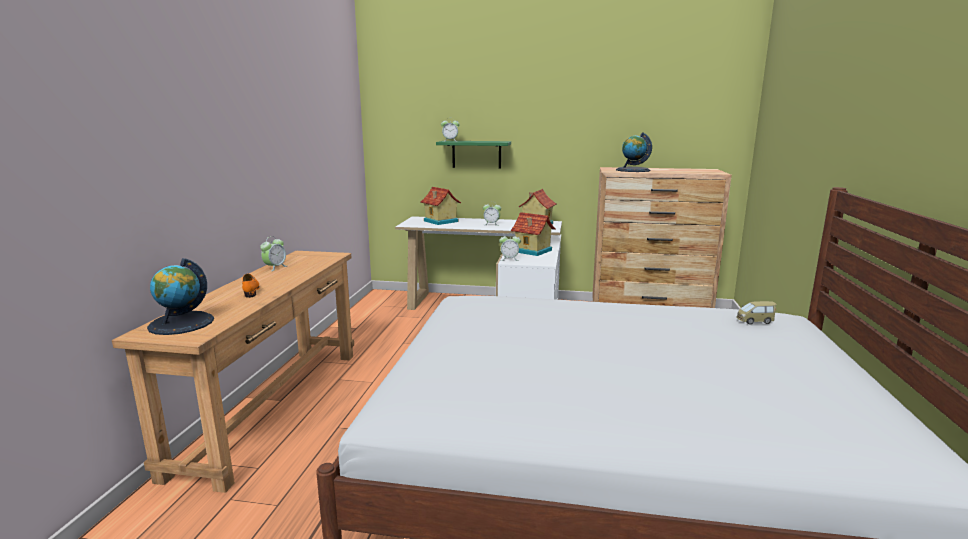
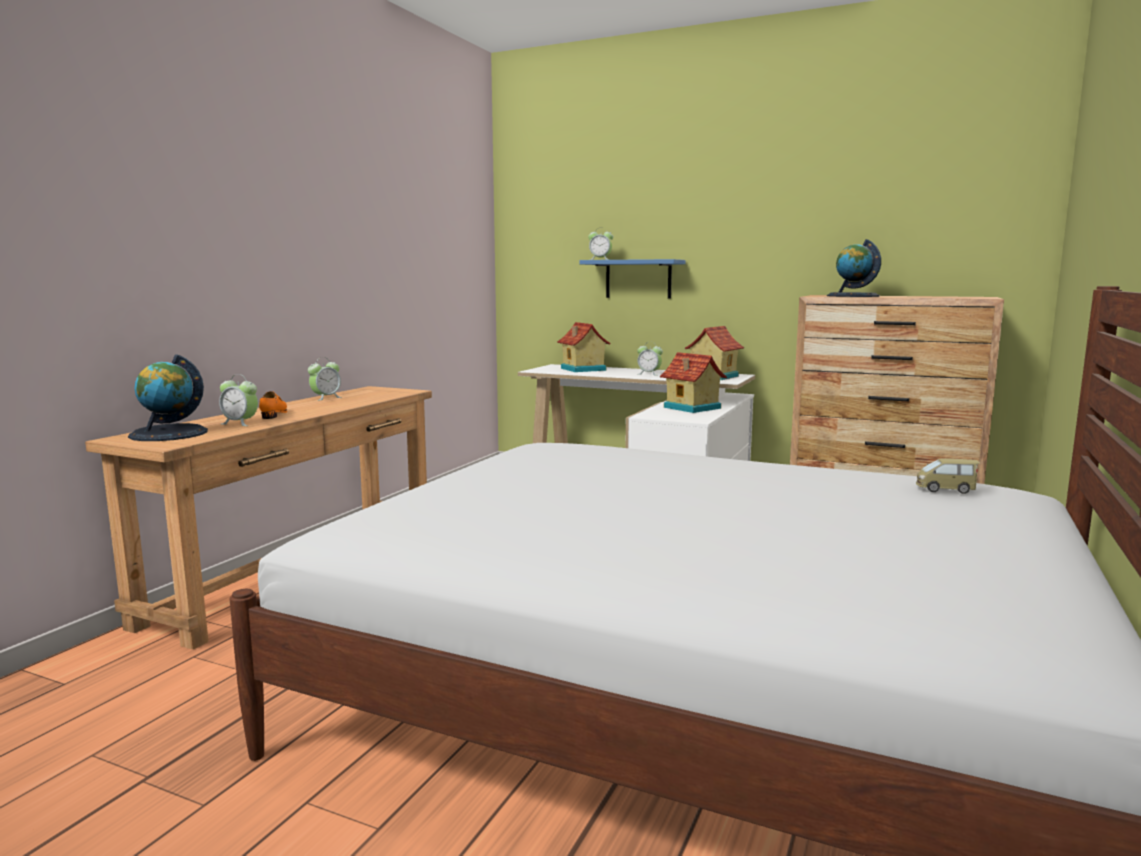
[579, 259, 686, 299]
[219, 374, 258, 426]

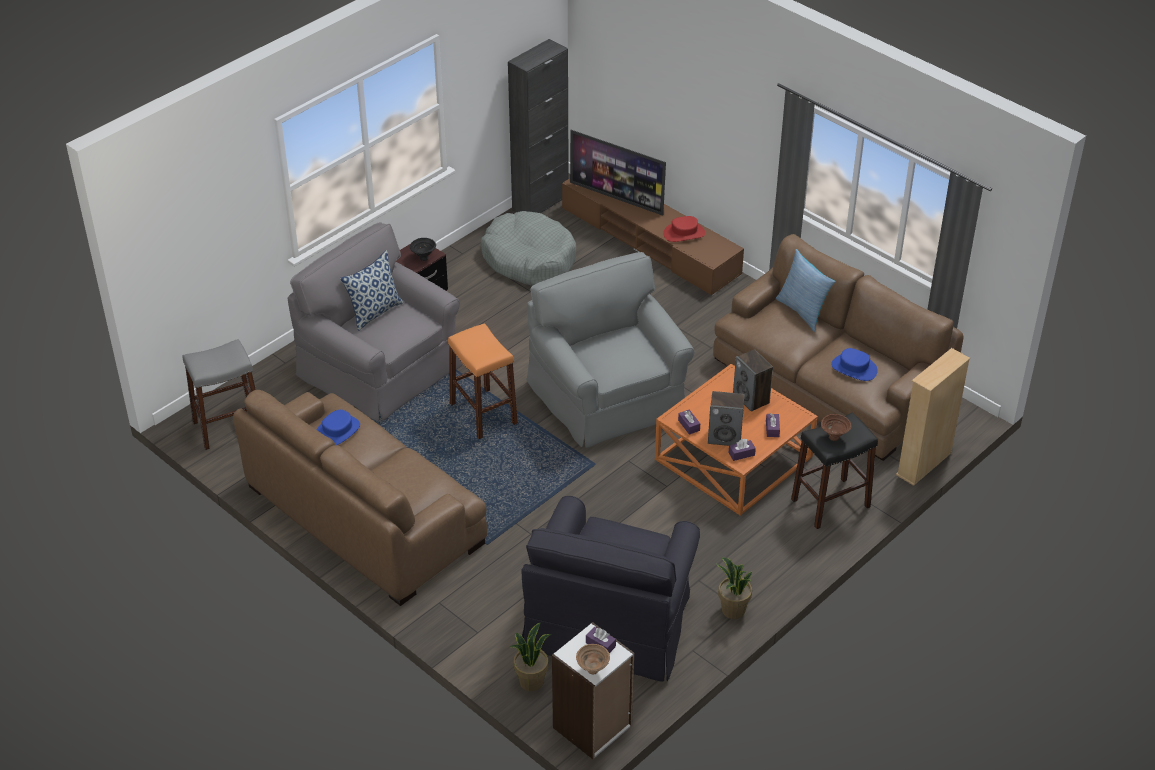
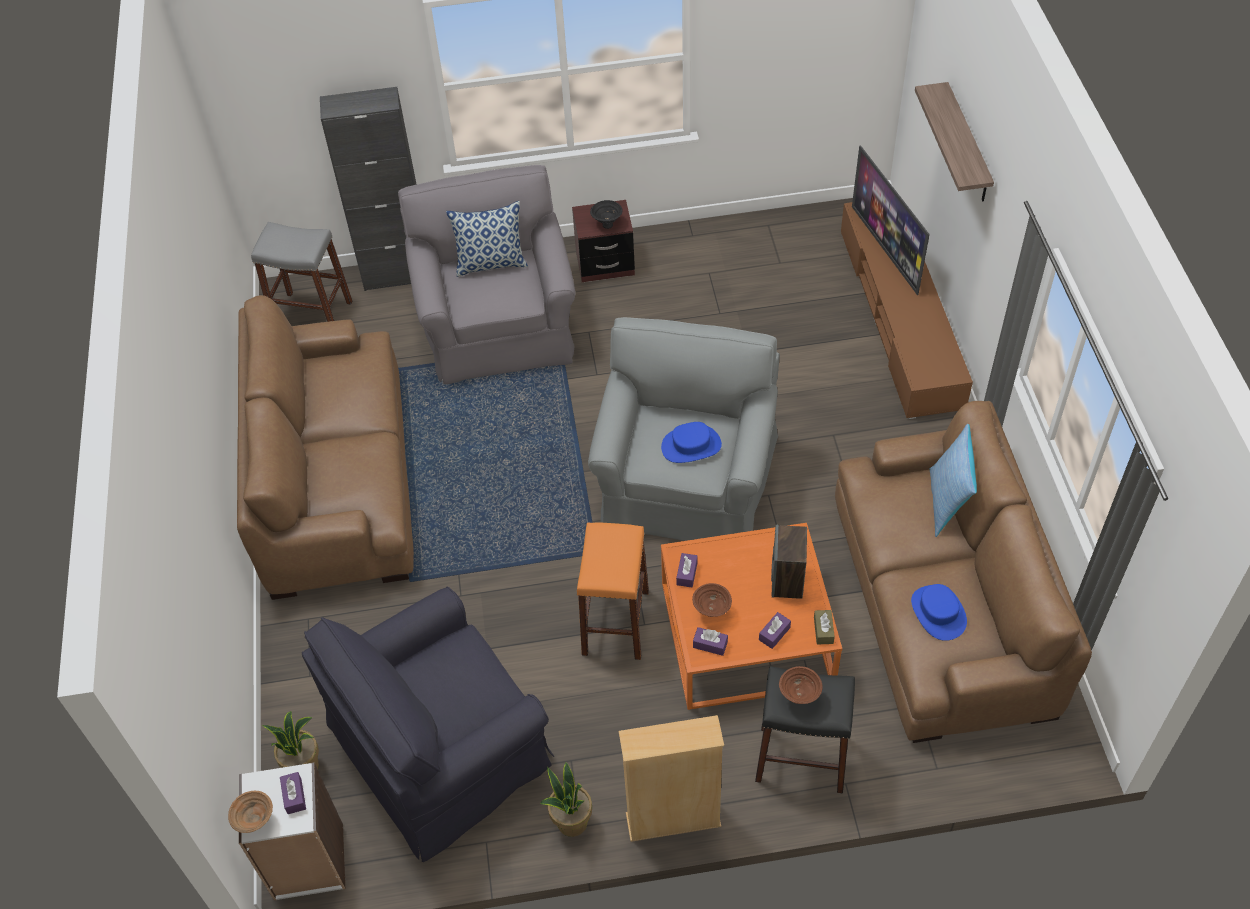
[320, 87, 417, 291]
[481, 211, 576, 286] (first image)
[663, 216, 705, 242] (first image)
[577, 522, 649, 660]
[619, 715, 724, 842]
[692, 583, 732, 617]
[661, 422, 722, 463]
[915, 82, 994, 202]
[814, 610, 835, 644]

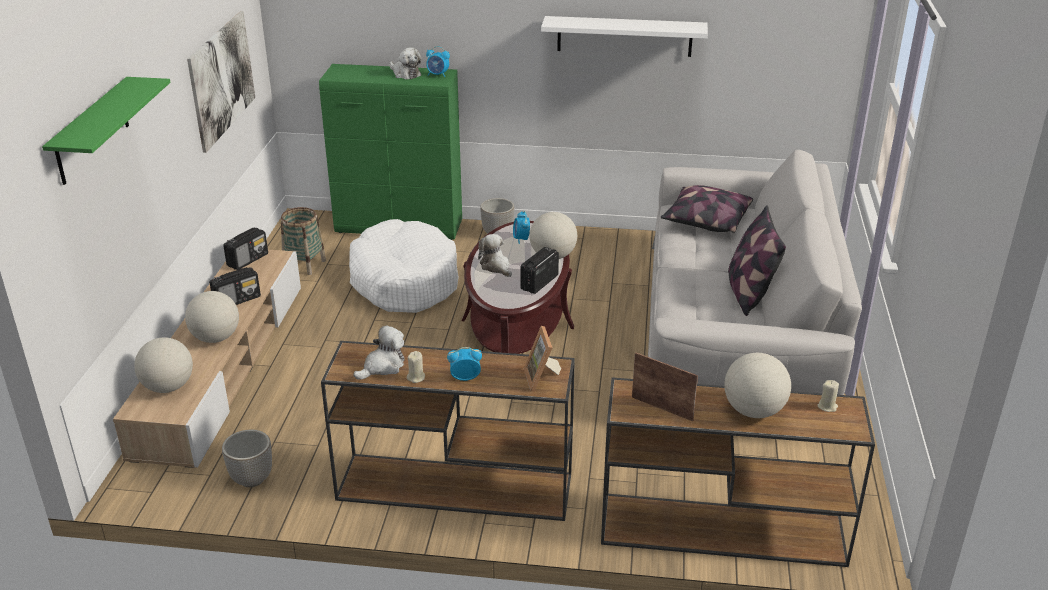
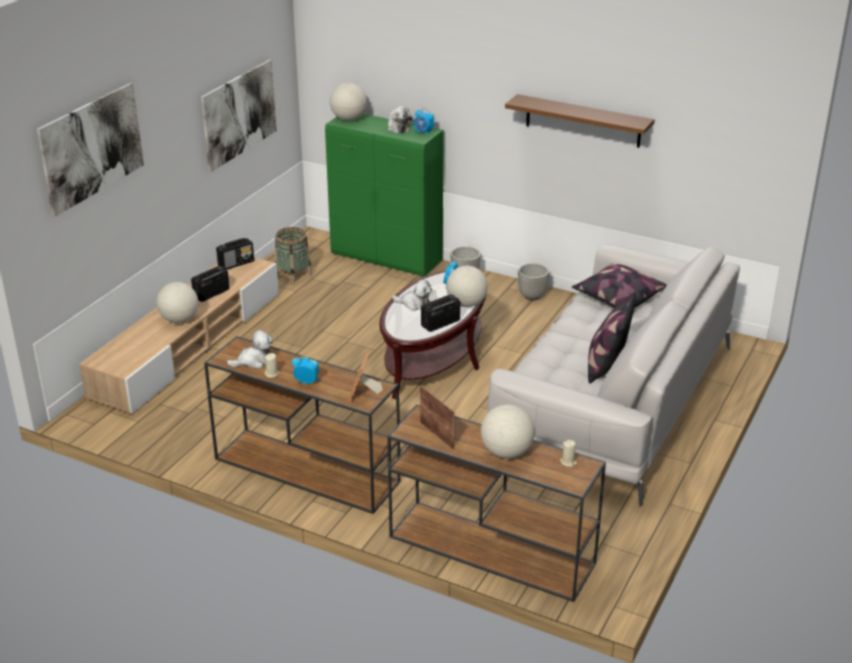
[505, 94, 654, 148]
[37, 83, 144, 217]
[349, 219, 459, 313] (first image)
[392, 280, 432, 311]
[191, 266, 230, 302]
[330, 83, 367, 121]
[518, 263, 549, 300]

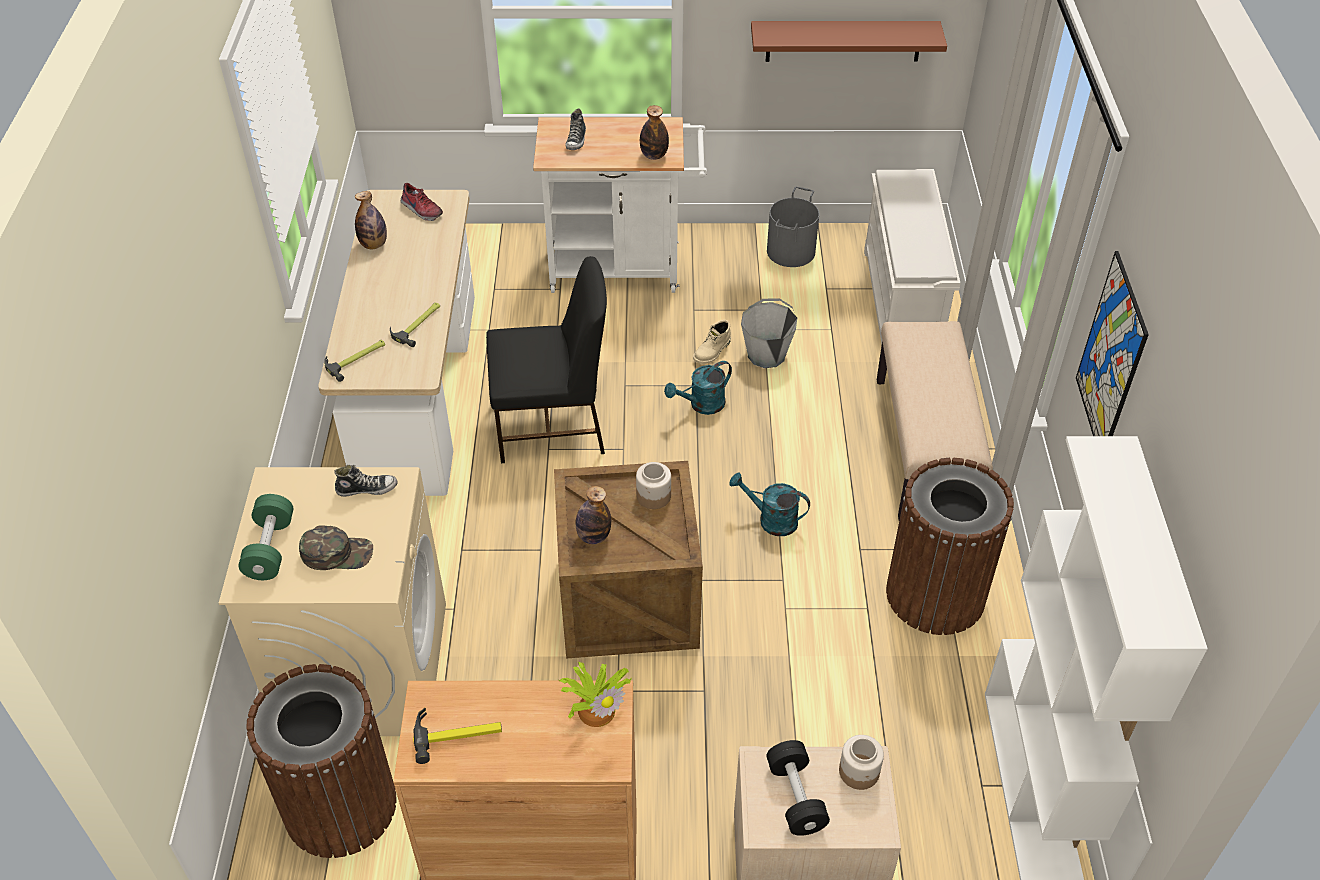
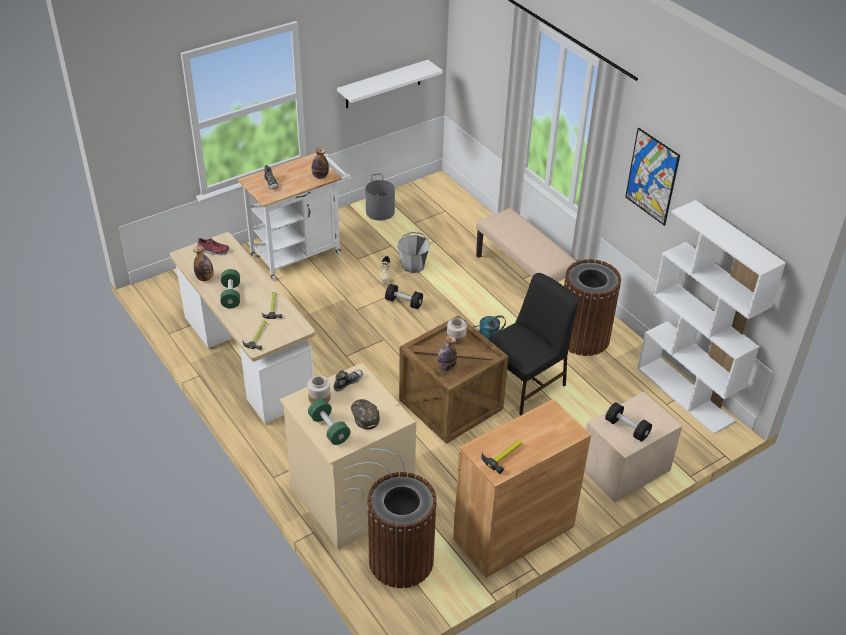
[337, 60, 443, 108]
[864, 169, 960, 344] (first image)
[487, 273, 578, 415]
[385, 284, 423, 309]
[351, 399, 380, 430]
[560, 662, 632, 727] (first image)
[308, 376, 331, 403]
[221, 269, 240, 309]

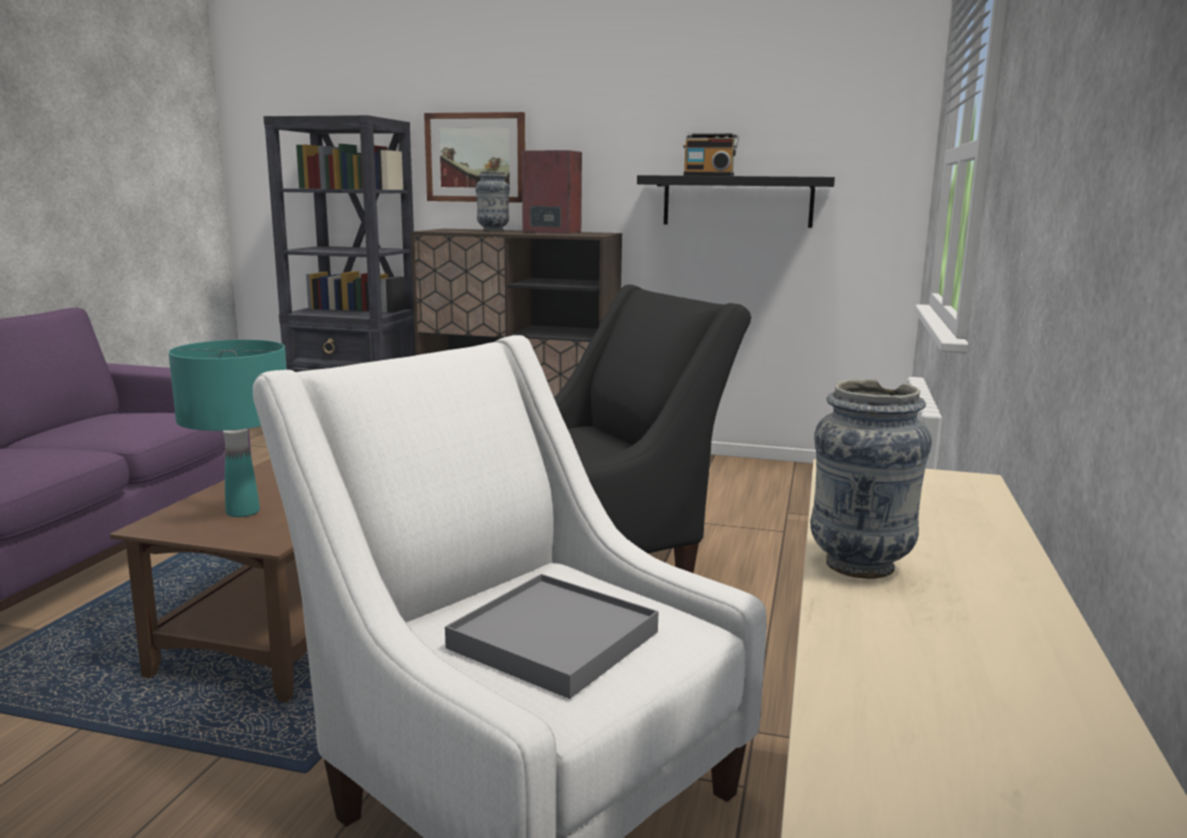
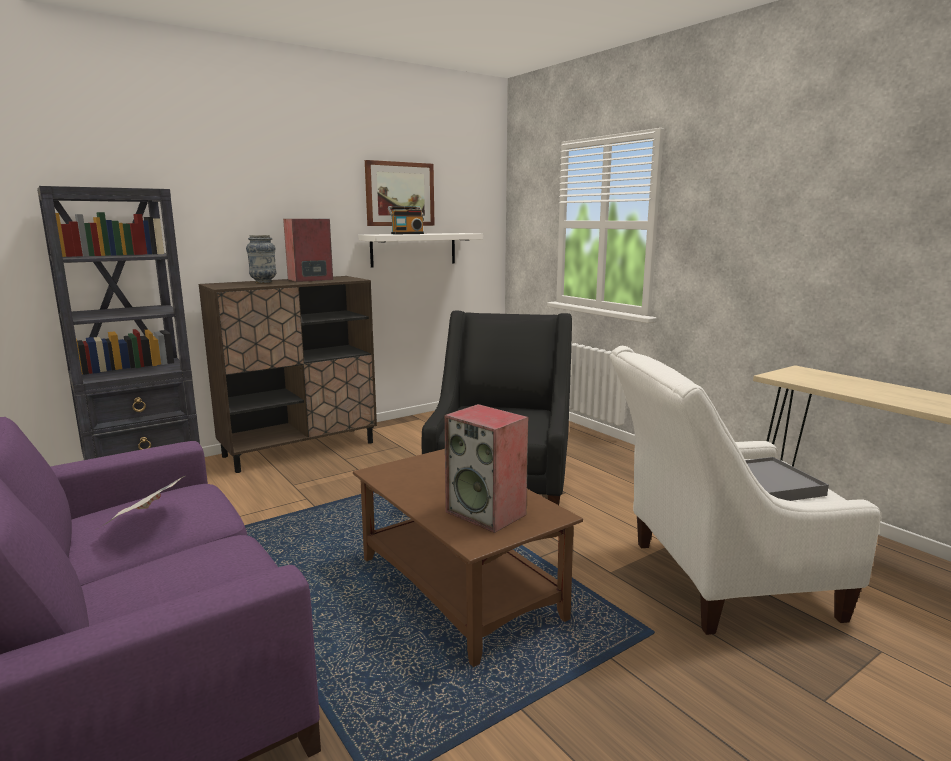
[365, 160, 435, 226]
[358, 233, 483, 268]
[444, 404, 528, 533]
[810, 379, 932, 579] (first image)
[95, 476, 185, 530]

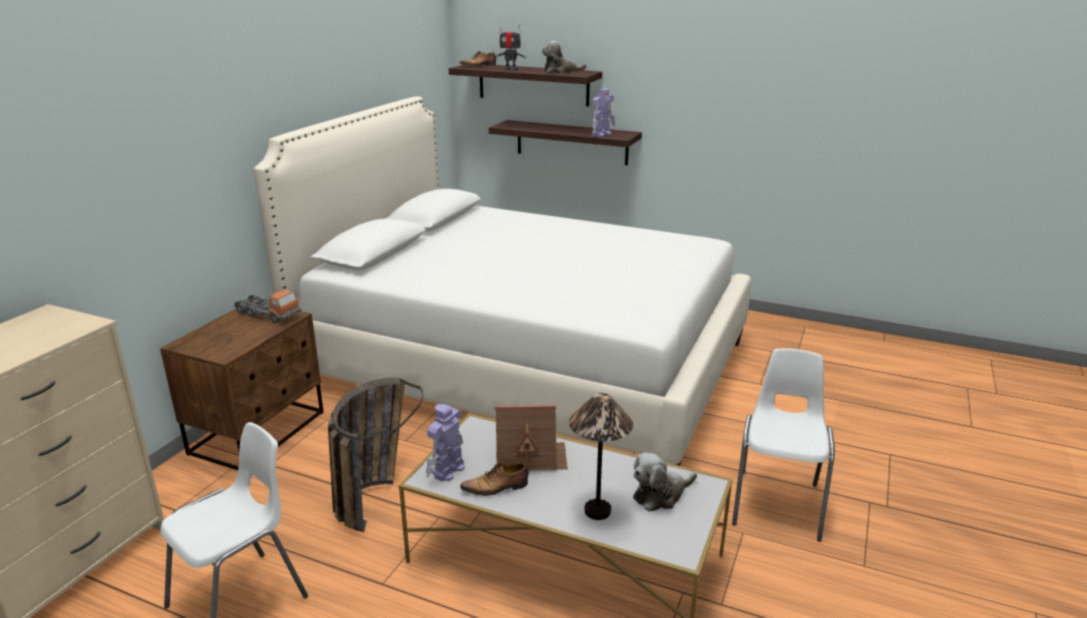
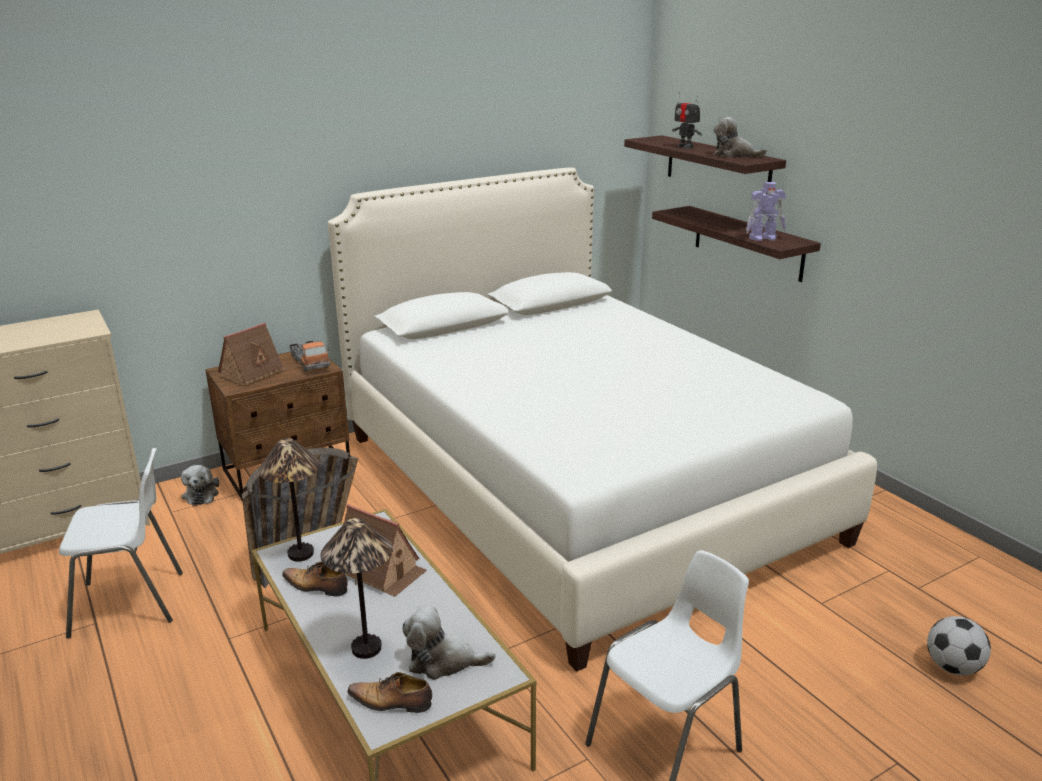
[348, 672, 432, 713]
[258, 438, 321, 561]
[218, 323, 289, 386]
[181, 465, 219, 506]
[927, 616, 991, 675]

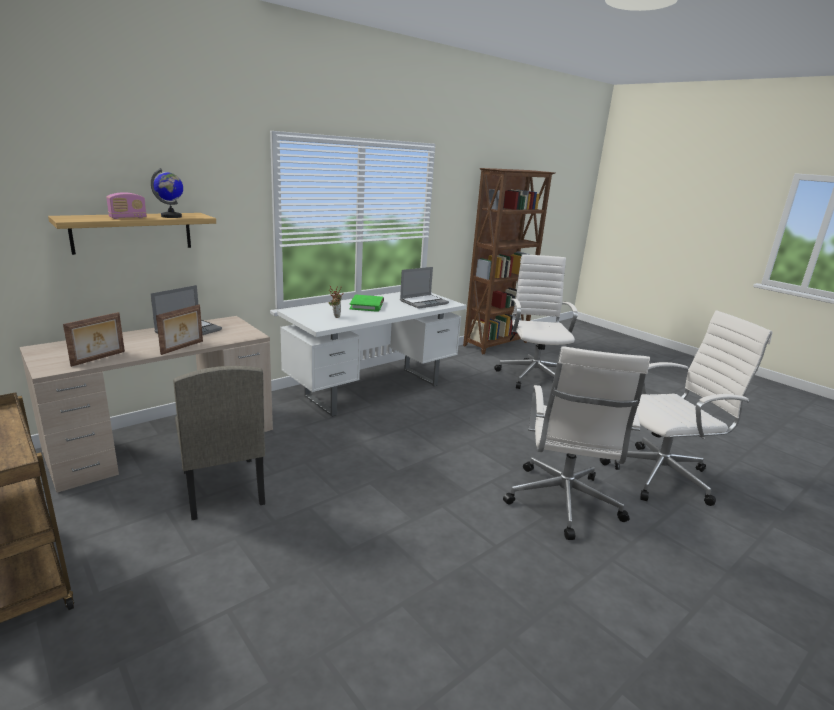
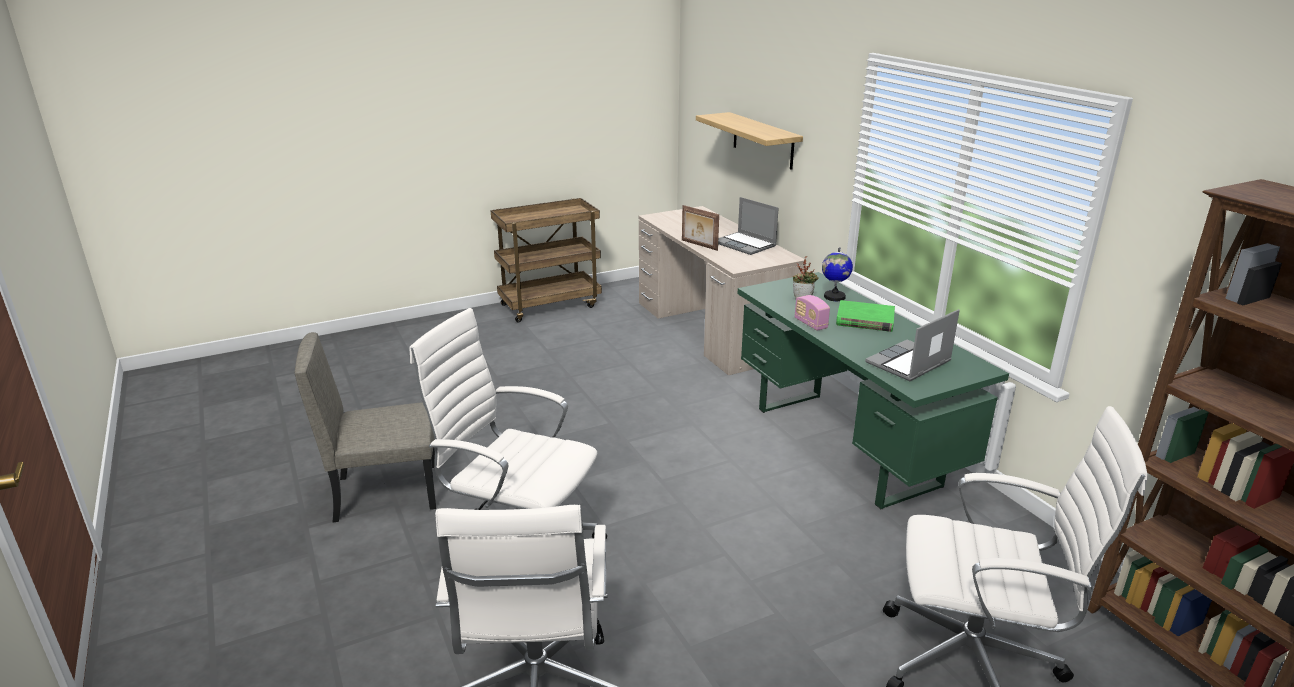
[822, 247, 853, 301]
[795, 295, 830, 331]
[865, 309, 960, 381]
[737, 272, 1009, 509]
[63, 312, 125, 367] (first image)
[295, 332, 436, 522]

